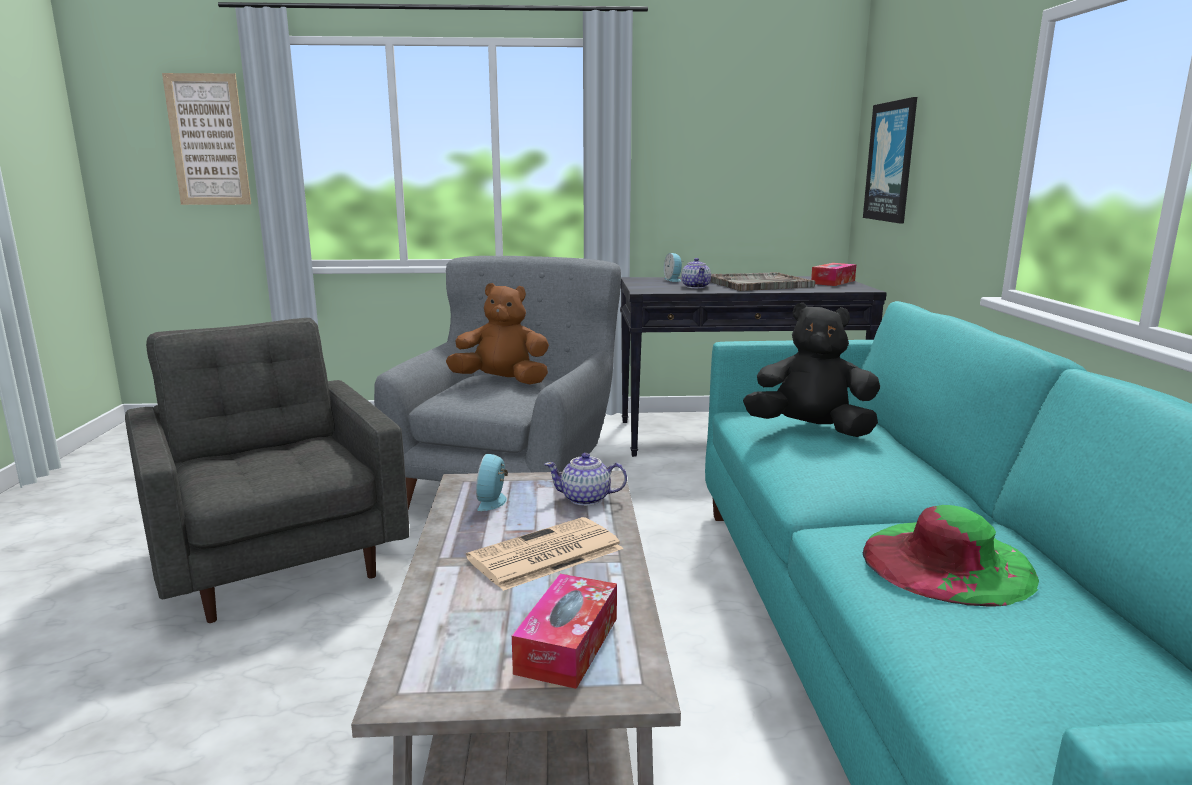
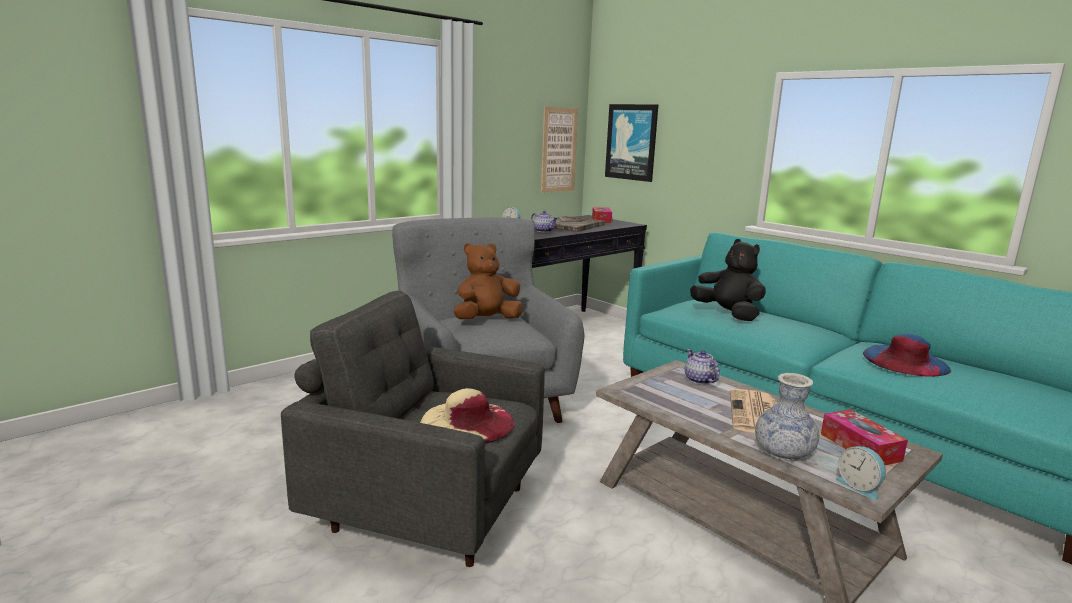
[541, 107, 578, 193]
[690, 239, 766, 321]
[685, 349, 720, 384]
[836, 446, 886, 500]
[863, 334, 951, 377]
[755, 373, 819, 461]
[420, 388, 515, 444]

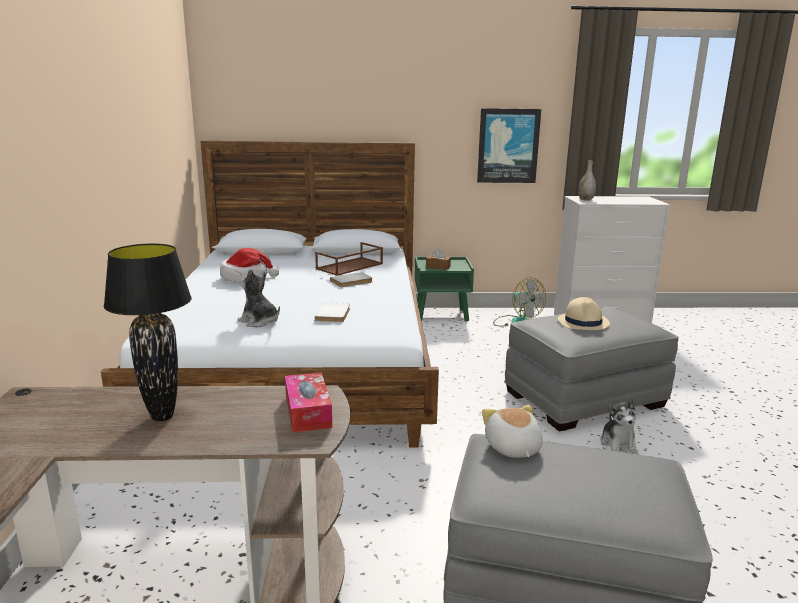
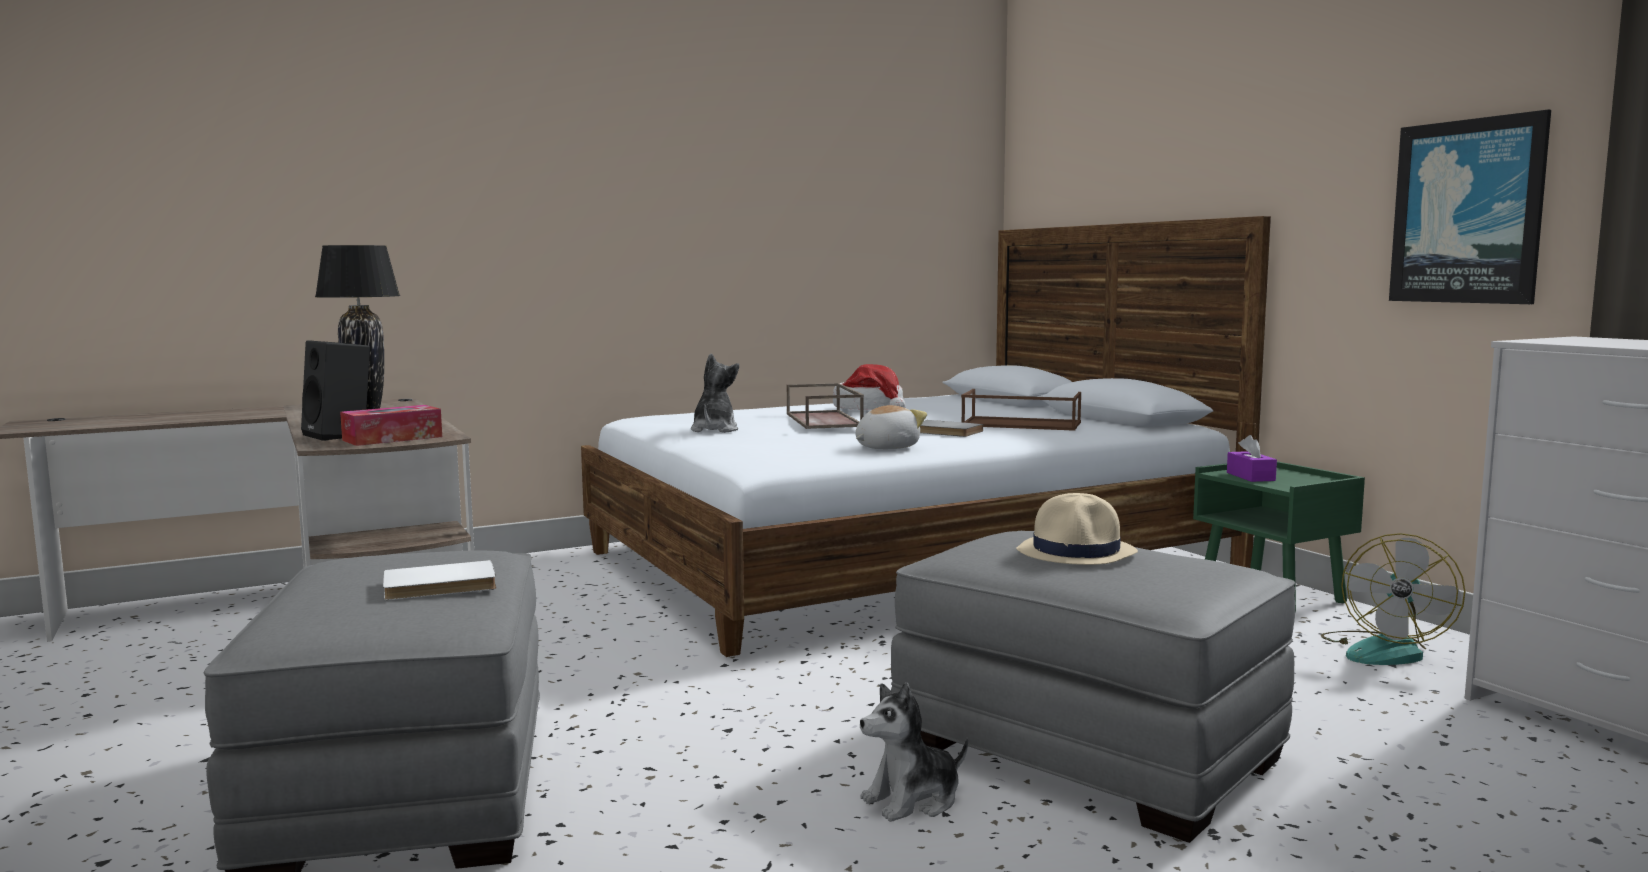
[578, 161, 596, 201] (first image)
[1227, 435, 1277, 482]
[383, 560, 496, 600]
[856, 405, 927, 449]
[301, 340, 370, 441]
[787, 383, 864, 429]

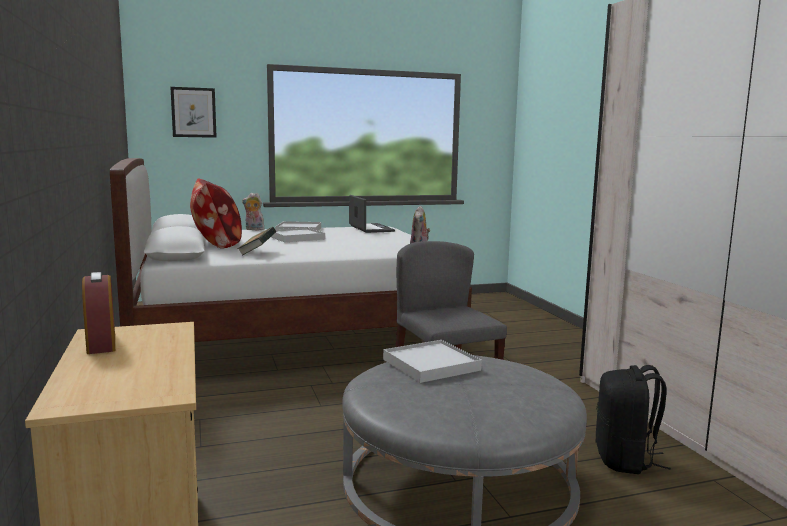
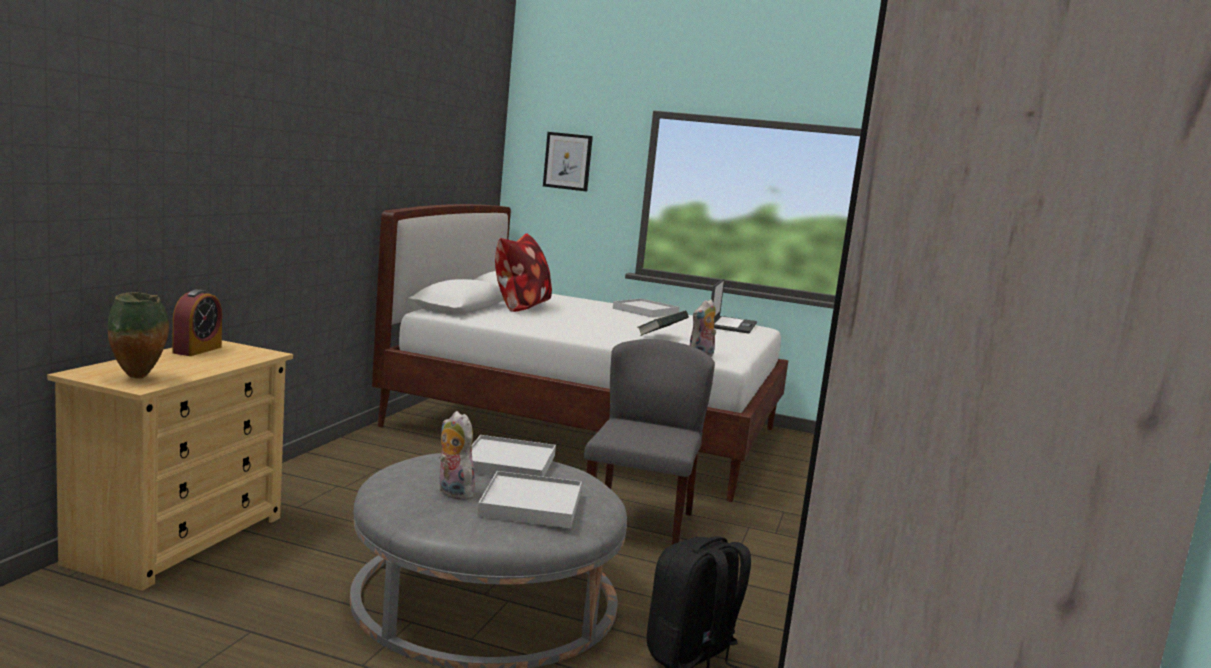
[439, 411, 475, 500]
[637, 310, 689, 336]
[477, 471, 582, 528]
[108, 292, 169, 379]

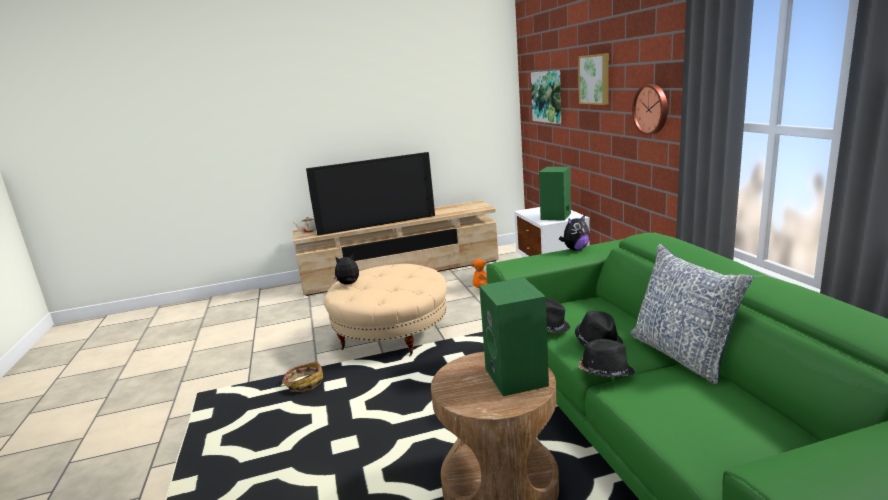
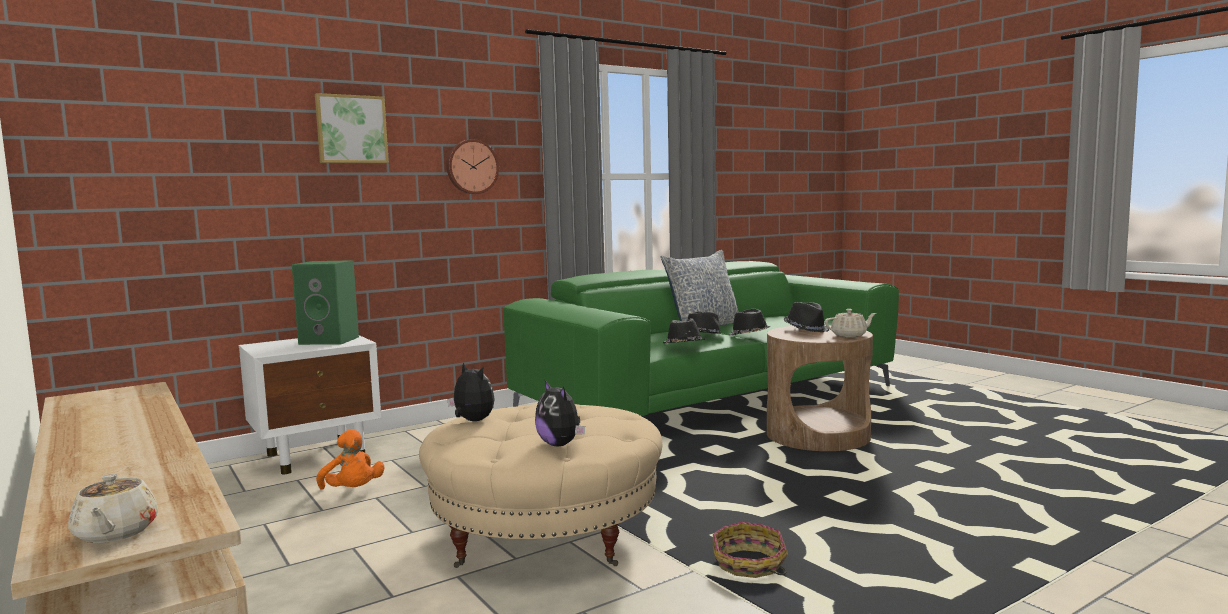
[531, 70, 561, 124] (first image)
[306, 152, 435, 235] (first image)
[447, 363, 495, 421]
[784, 302, 829, 332]
[825, 309, 876, 337]

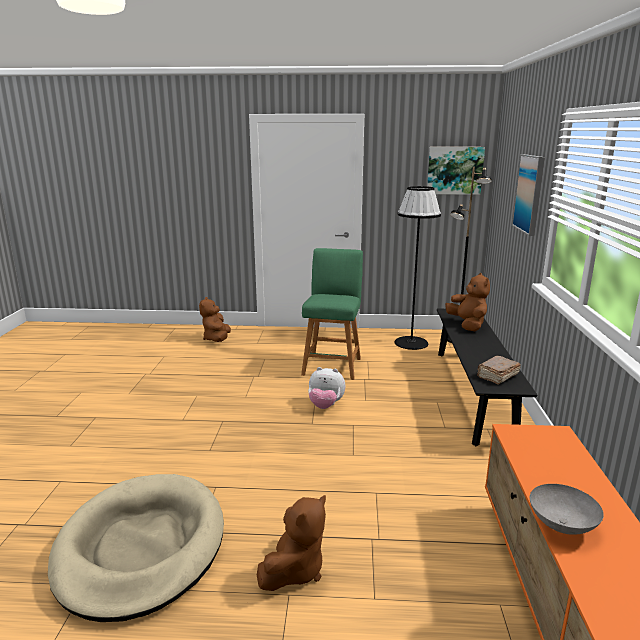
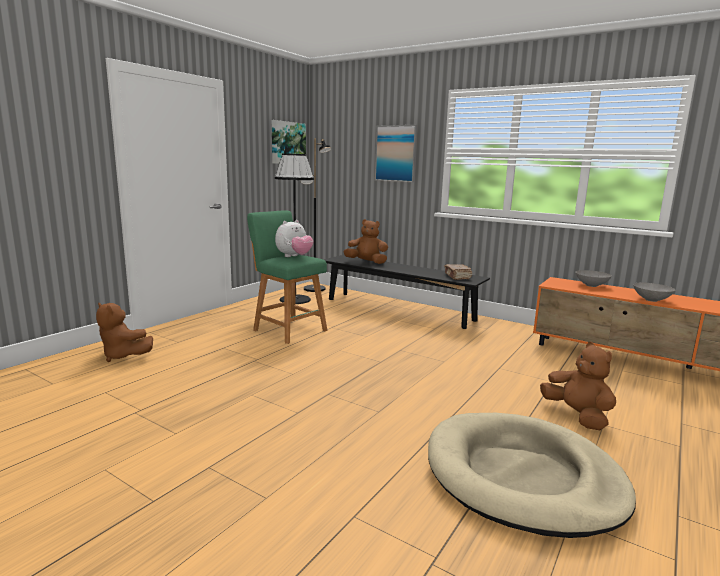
[275, 220, 314, 257]
[576, 270, 612, 287]

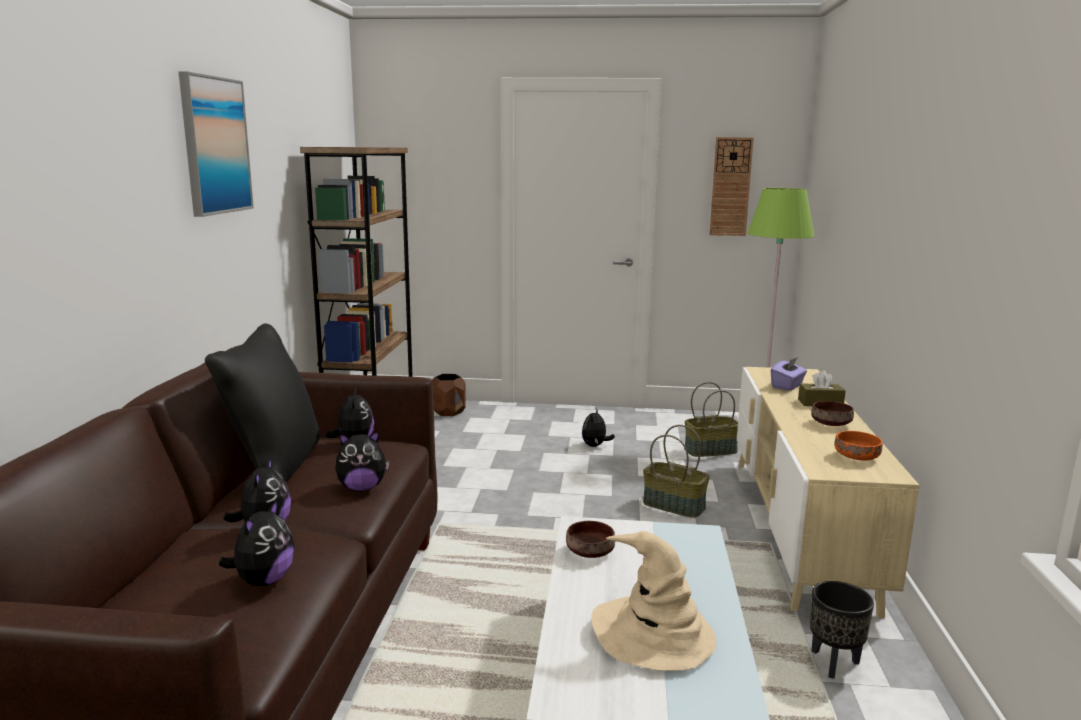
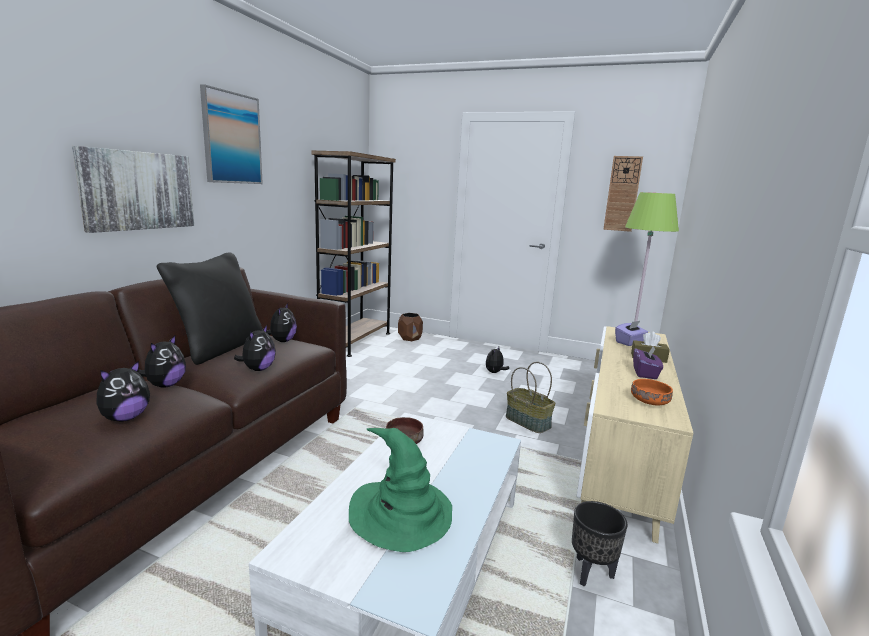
[684, 382, 738, 457] (first image)
[633, 345, 663, 379]
[234, 325, 276, 371]
[349, 428, 452, 552]
[72, 146, 194, 233]

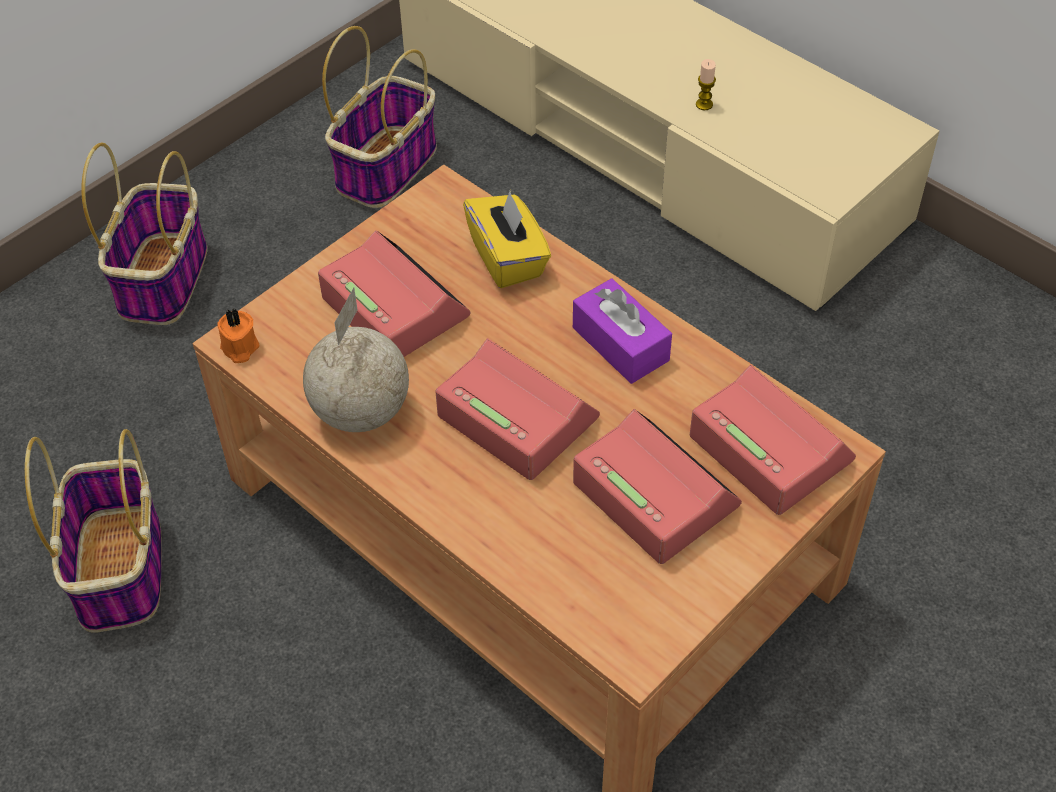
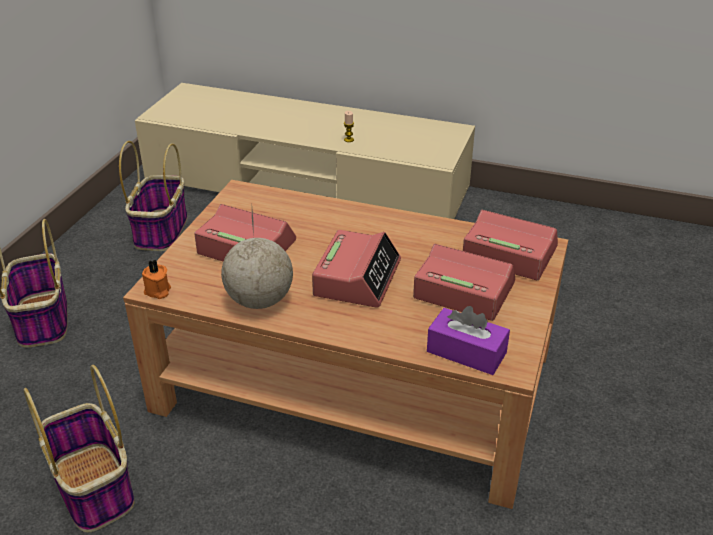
[463, 191, 551, 288] (first image)
[427, 306, 510, 375]
[312, 230, 401, 308]

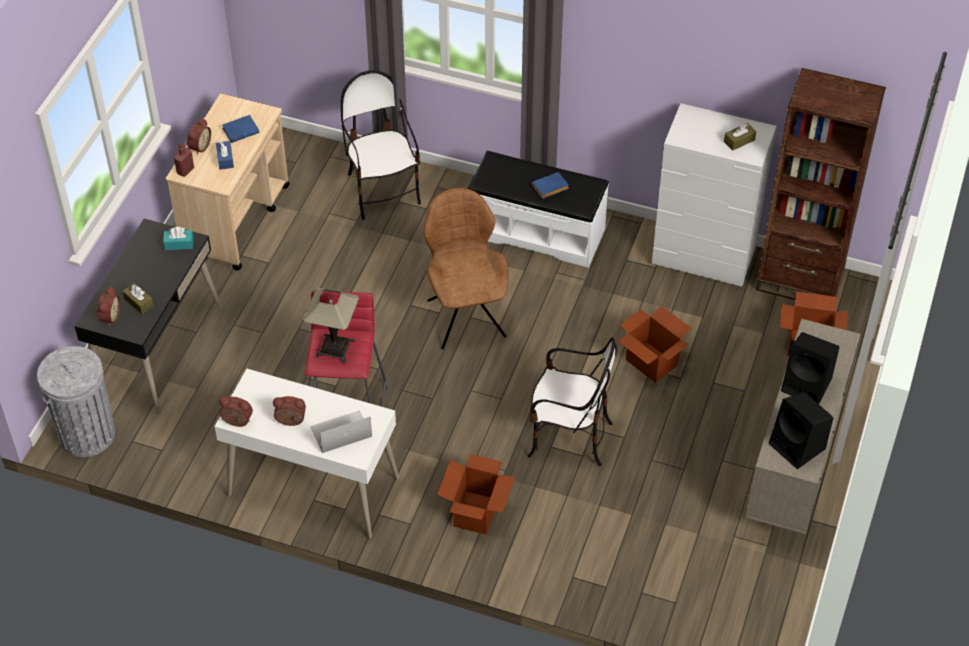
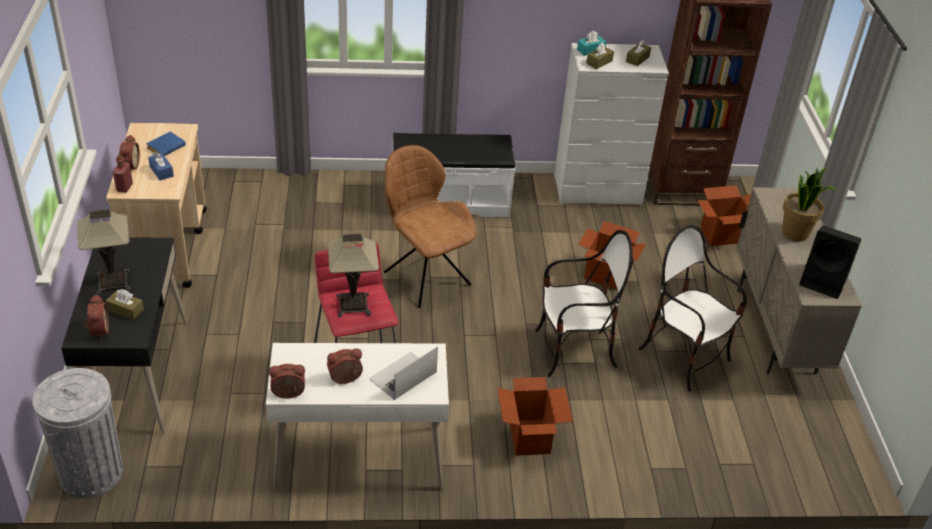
[638, 225, 747, 392]
[532, 172, 569, 199] (first image)
[577, 31, 606, 56]
[782, 167, 837, 242]
[586, 43, 614, 69]
[77, 209, 131, 295]

